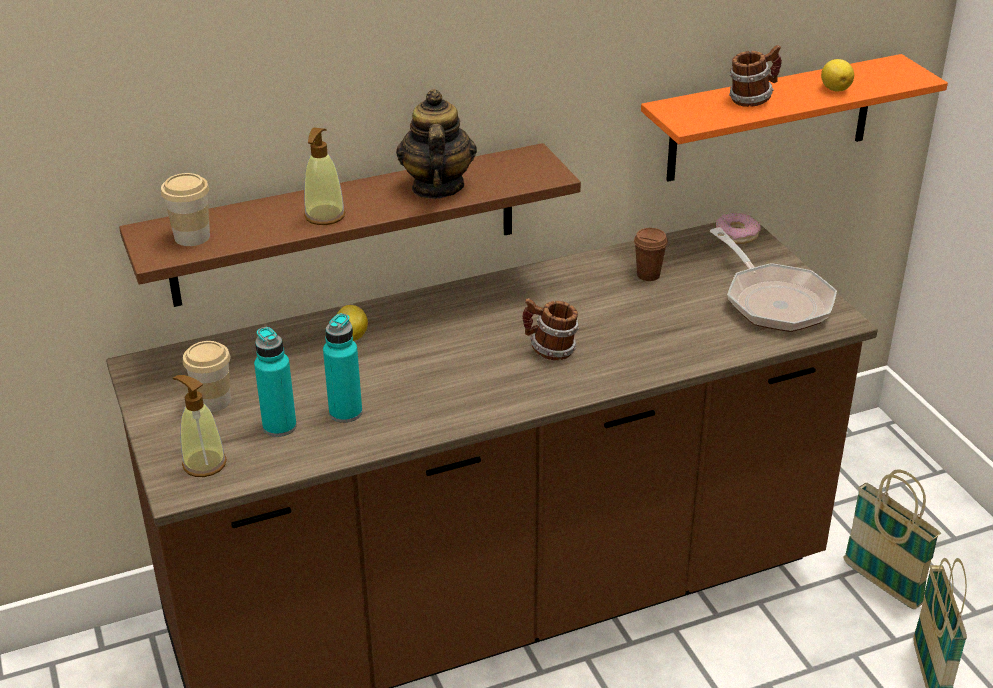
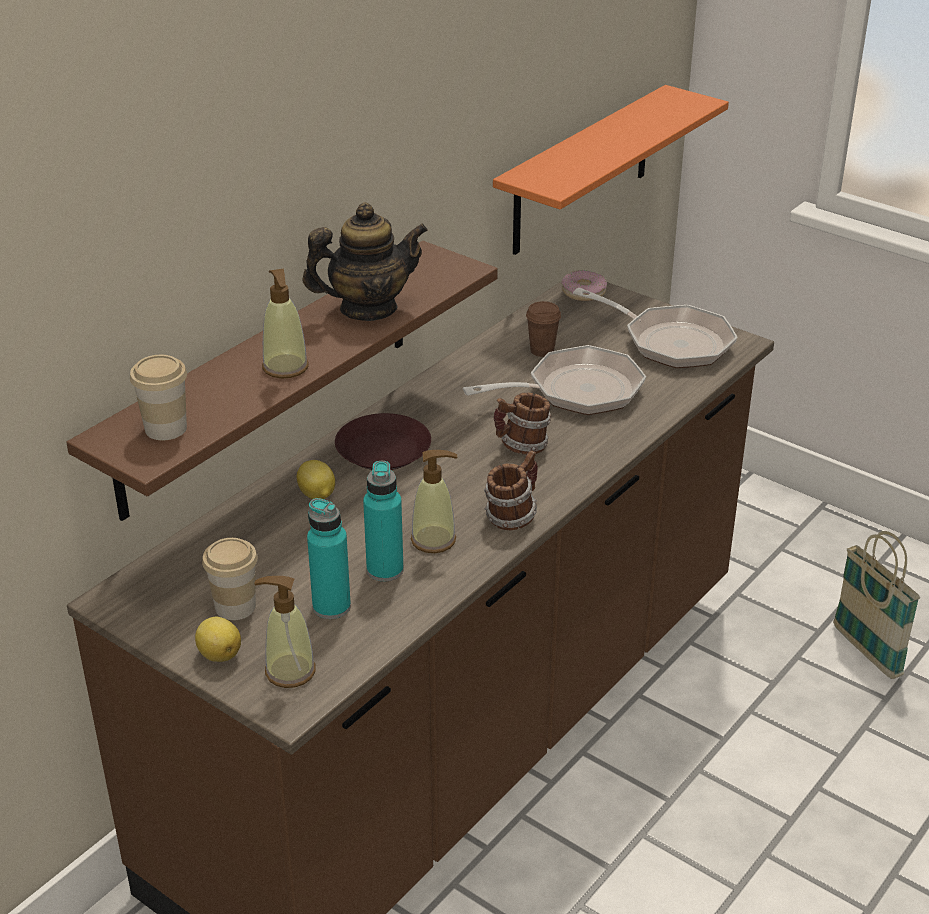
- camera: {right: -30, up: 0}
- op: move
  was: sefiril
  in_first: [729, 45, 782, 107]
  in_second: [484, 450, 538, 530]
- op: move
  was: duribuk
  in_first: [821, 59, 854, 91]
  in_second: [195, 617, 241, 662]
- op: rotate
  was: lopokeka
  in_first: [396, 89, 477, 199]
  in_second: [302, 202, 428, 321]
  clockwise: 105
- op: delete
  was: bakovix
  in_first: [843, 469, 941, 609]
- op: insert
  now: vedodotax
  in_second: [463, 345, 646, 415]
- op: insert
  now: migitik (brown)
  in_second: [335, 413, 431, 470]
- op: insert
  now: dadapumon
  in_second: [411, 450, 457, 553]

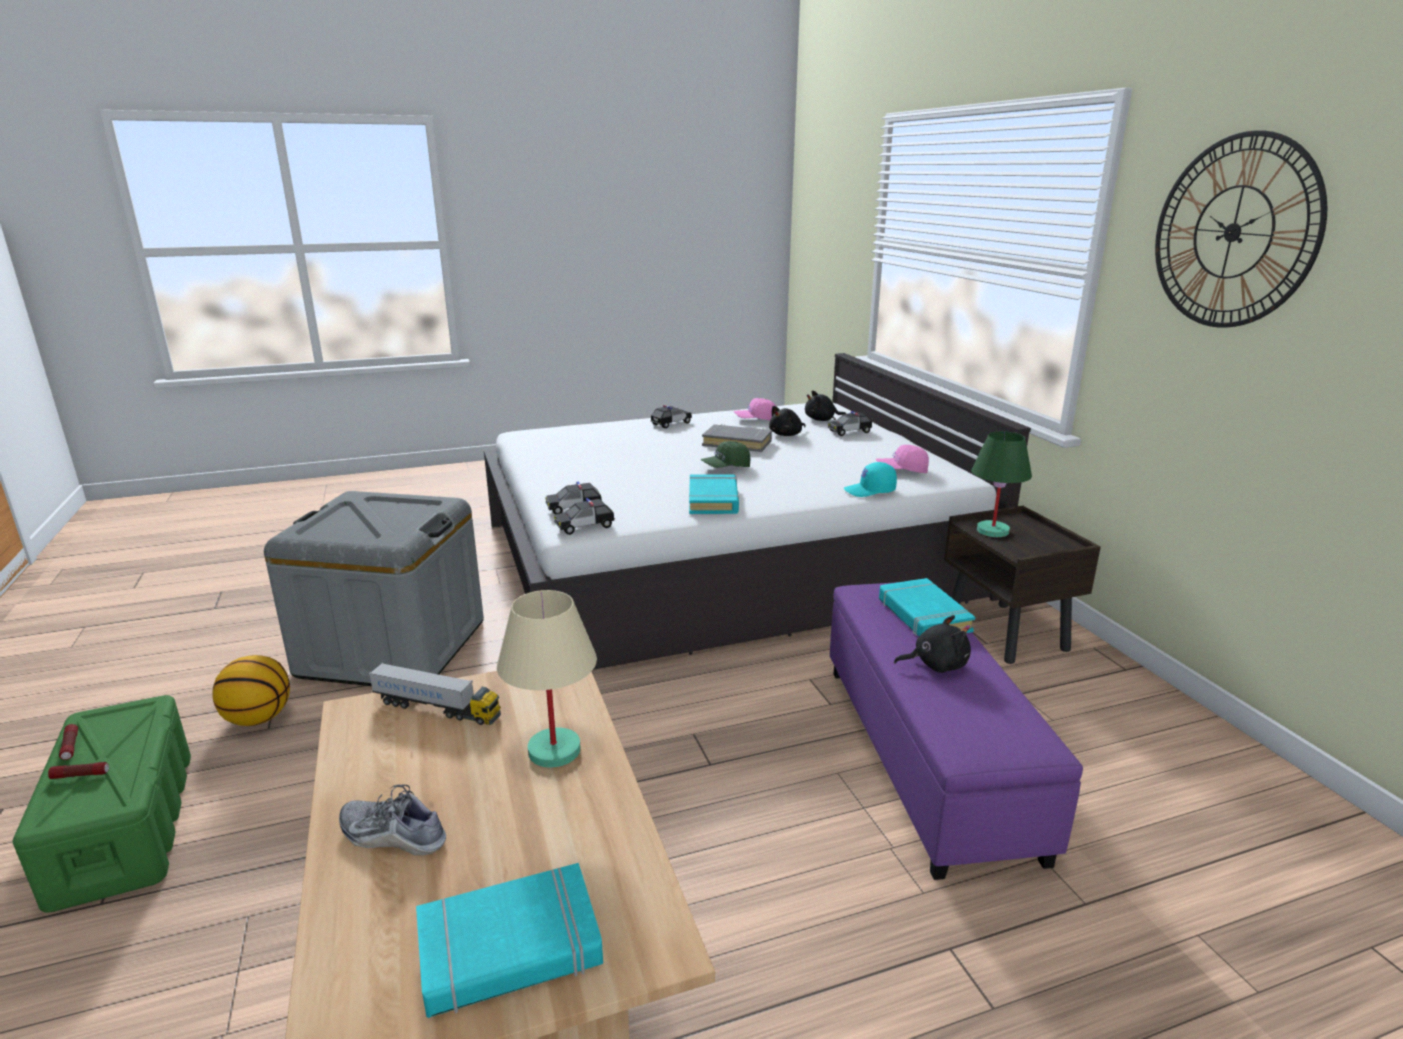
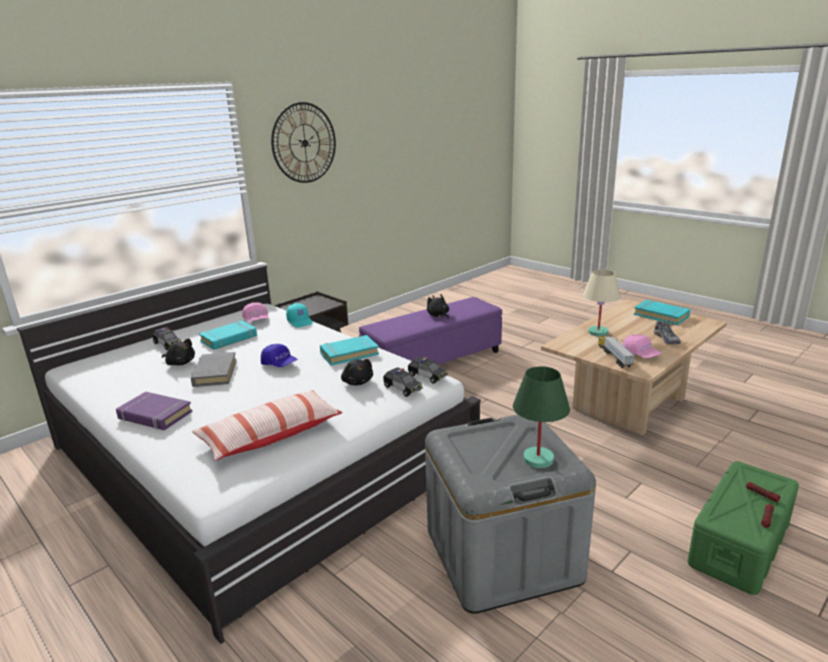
- camera: {right: -115, up: 0}
- op: move
  was: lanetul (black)
  in_first: [805, 391, 846, 421]
  in_second: [341, 359, 373, 385]
- op: move
  was: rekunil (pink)
  in_first: [734, 398, 776, 420]
  in_second: [622, 334, 662, 358]
- op: replace
  was: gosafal
  now: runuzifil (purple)
  in_first: [651, 405, 692, 429]
  in_second: [116, 392, 192, 430]
- op: move
  was: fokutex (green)
  in_first: [971, 431, 1032, 537]
  in_second: [513, 366, 570, 468]
- op: recolor
  was: rekunil (green)
  now: rekunil (blue)
  in_first: [700, 441, 750, 468]
  in_second: [261, 344, 298, 367]
- op: move
  was: runuzifil (turquoise)
  in_first: [879, 578, 975, 636]
  in_second: [199, 321, 257, 350]
- op: delete
  was: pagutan
  in_first: [213, 655, 290, 726]
- op: insert
  now: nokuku
  in_second: [192, 390, 342, 461]

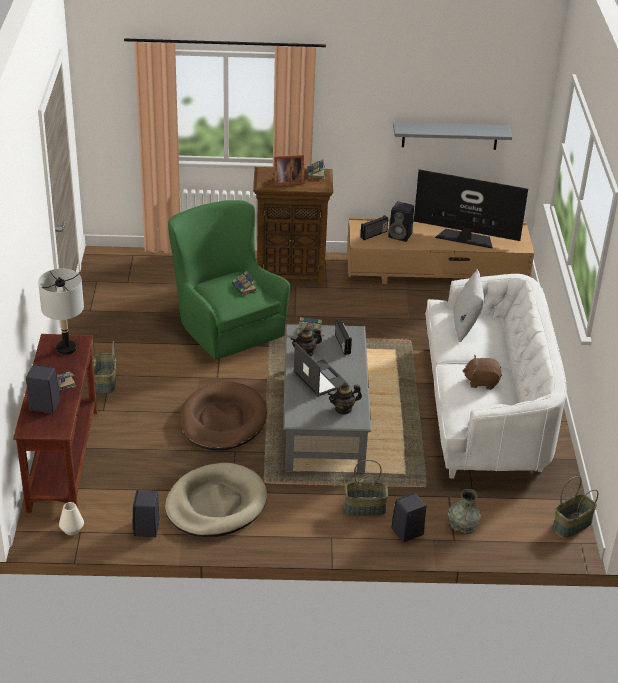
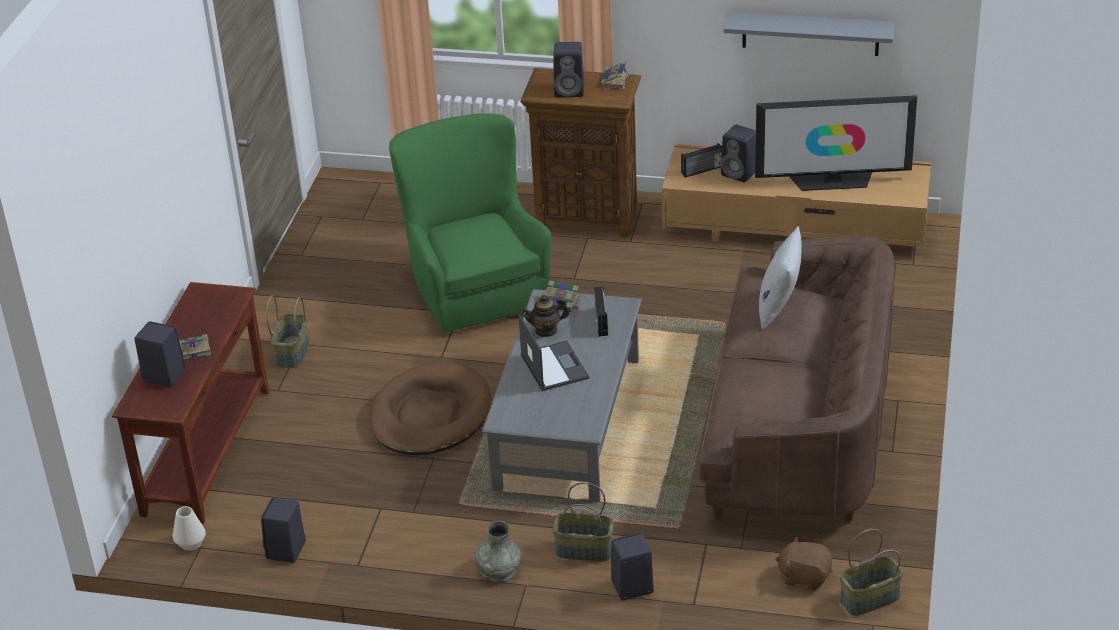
- camera: {right: 15, up: 0}
- op: replace
  was: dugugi
  now: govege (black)
  in_first: [274, 155, 304, 186]
  in_second: [553, 42, 584, 97]
- op: rotate
  was: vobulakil
  in_first: [414, 169, 528, 249]
  in_second: [755, 95, 917, 191]
  clockwise: 150
- op: delete
  was: fokutex (grey)
  in_first: [38, 268, 84, 355]
- op: delete
  was: runuzifil
  in_first: [232, 271, 257, 295]
- op: recolor
  was: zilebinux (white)
  now: zilebinux (brown)
  in_first: [425, 273, 567, 479]
  in_second: [699, 236, 896, 522]
- op: move
  was: lanetul (brown)
  in_first: [462, 355, 502, 390]
  in_second: [775, 537, 832, 591]
- op: delete
  was: lopokeka
  in_first: [327, 383, 362, 414]
- op: delete
  was: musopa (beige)
  in_first: [165, 463, 267, 537]
- op: move
  was: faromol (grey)
  in_first: [448, 489, 481, 534]
  in_second: [475, 521, 521, 583]

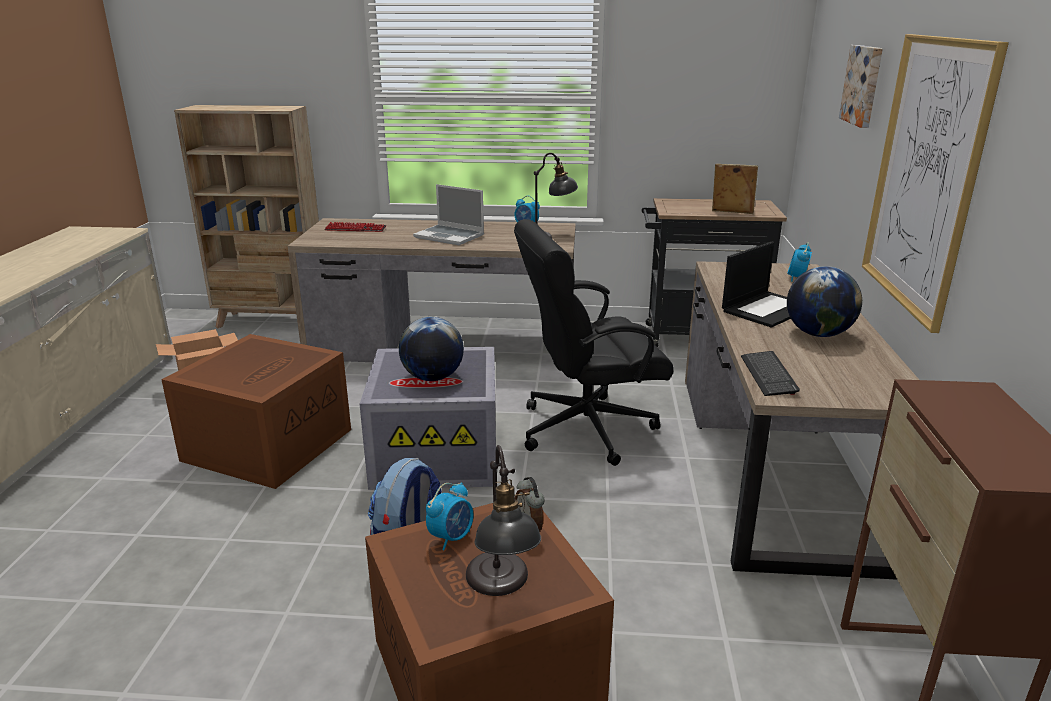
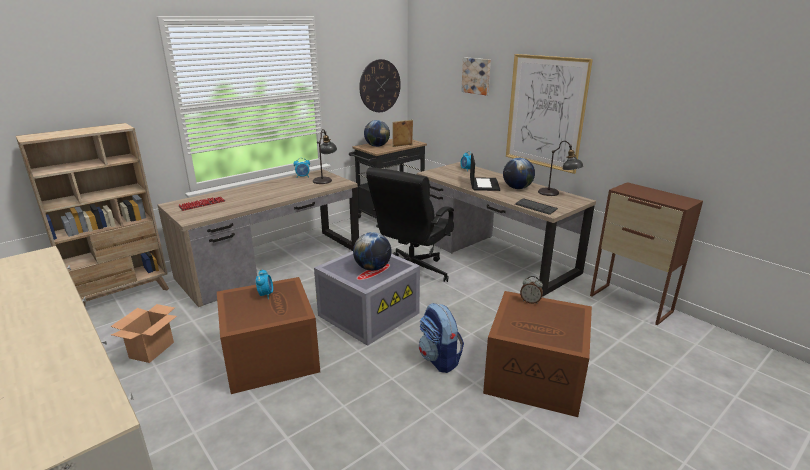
- camera: {right: -45, up: 0}
- op: delete
  was: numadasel
  in_first: [413, 184, 484, 245]
- op: move
  was: fokutex (grey)
  in_first: [466, 445, 541, 596]
  in_second: [538, 141, 583, 196]
- op: move
  was: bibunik
  in_first: [426, 482, 474, 551]
  in_second: [256, 269, 273, 299]
- op: insert
  now: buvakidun
  in_second: [359, 59, 401, 112]
- op: insert
  now: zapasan
  in_second: [364, 120, 390, 147]

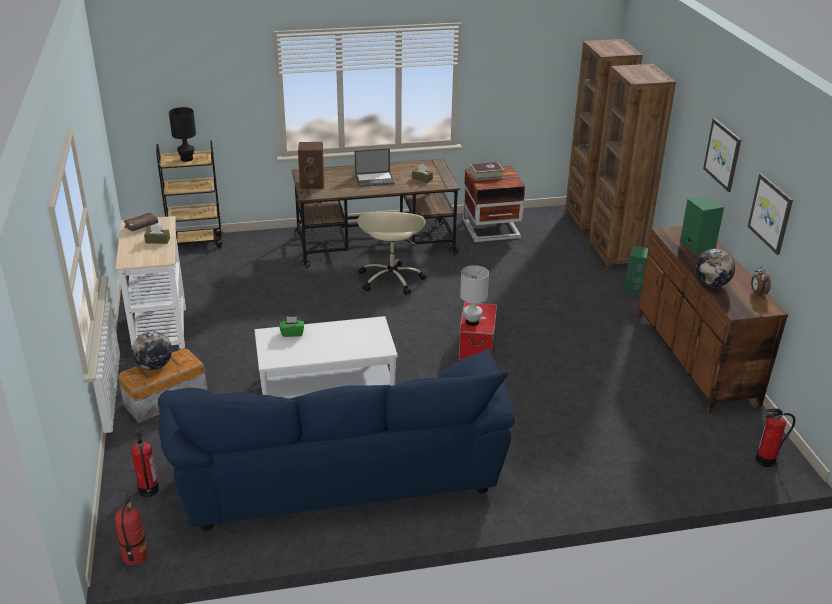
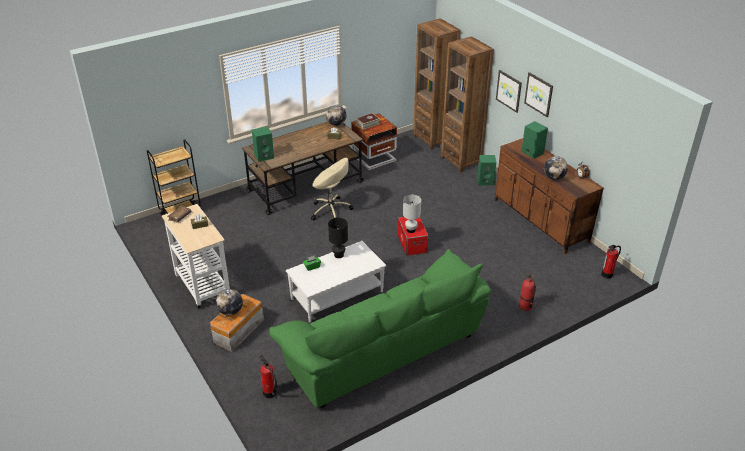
- camera: {right: -20, up: 5}
- op: move
  was: fokutex (black)
  in_first: [169, 107, 196, 162]
  in_second: [328, 218, 348, 258]
- op: recolor
  was: govege (brown)
  now: govege (green)
  in_first: [298, 142, 324, 189]
  in_second: [252, 126, 274, 162]
- op: delete
  was: numadasel
  in_first: [355, 148, 395, 187]
- op: move
  was: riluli
  in_first: [748, 174, 793, 255]
  in_second: [496, 70, 522, 113]
- op: rotate
  was: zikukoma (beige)
  in_first: [357, 212, 426, 294]
  in_second: [311, 158, 353, 221]
  clockwise: -45
- op: recolor
  was: zilebinux (blue)
  now: zilebinux (green)
  in_first: [158, 348, 515, 531]
  in_second: [269, 249, 491, 408]
- op: move
  was: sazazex
  in_first: [115, 490, 148, 566]
  in_second: [519, 270, 536, 311]
- op: insert
  now: zapasan
  in_second: [326, 105, 346, 126]

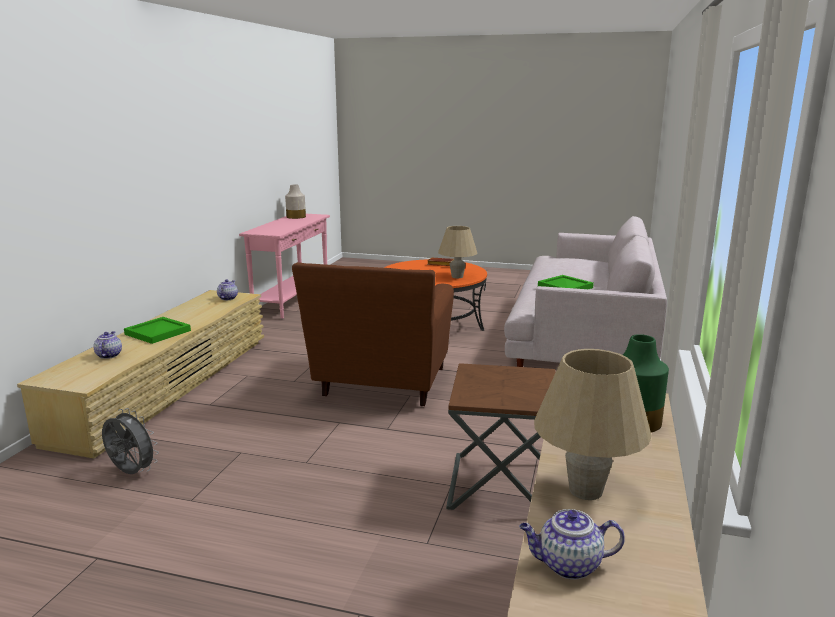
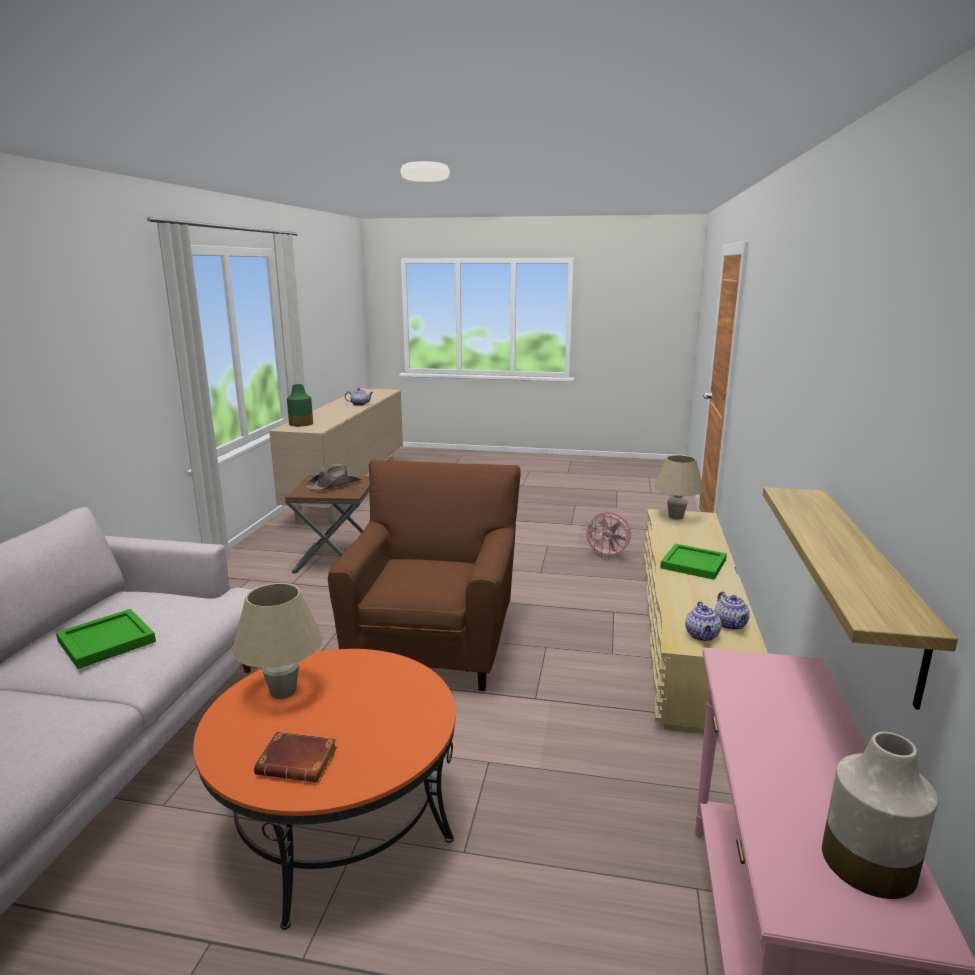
- camera: {right: 175, up: 0}
- op: move
  was: lopokeka
  in_first: [93, 331, 122, 359]
  in_second: [715, 592, 750, 630]
- op: move
  was: fokutex (beige)
  in_first: [534, 349, 652, 500]
  in_second: [654, 455, 704, 520]
- op: recolor
  was: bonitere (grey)
  now: bonitere (pink)
  in_first: [102, 408, 159, 474]
  in_second: [583, 512, 632, 560]
- op: insert
  now: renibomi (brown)
  in_second: [306, 464, 361, 490]
- op: insert
  now: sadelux
  in_second: [763, 487, 958, 710]

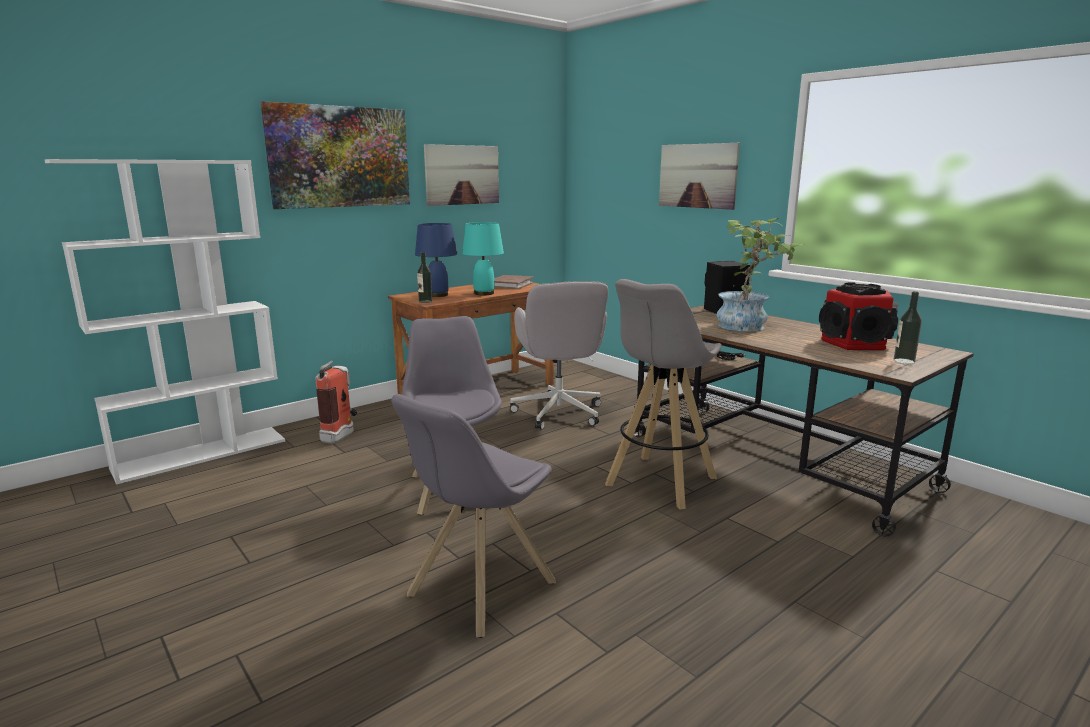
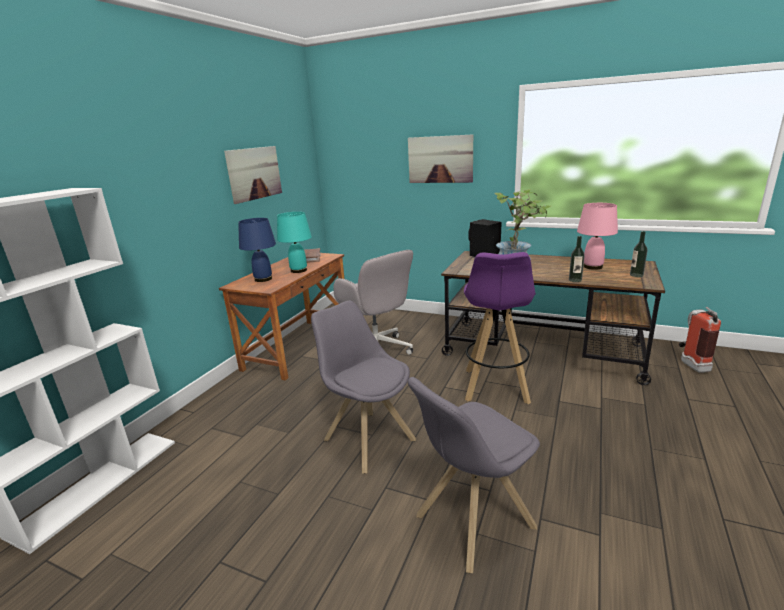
- camera: {right: -25, up: 5}
- op: delete
  was: riluli
  in_first: [261, 101, 410, 209]
- op: move
  was: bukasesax
  in_first: [417, 252, 432, 303]
  in_second: [569, 236, 585, 282]
- op: recolor
  was: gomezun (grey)
  now: gomezun (purple)
  in_first: [605, 279, 722, 510]
  in_second: [464, 252, 536, 404]
- op: replace
  was: govege
  now: fokutex (pink)
  in_first: [819, 282, 898, 350]
  in_second: [577, 203, 618, 270]
- op: move
  was: sazazex
  in_first: [315, 360, 357, 444]
  in_second: [679, 307, 721, 373]
- op: rotate
  was: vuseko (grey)
  in_first: [391, 394, 556, 638]
  in_second: [408, 377, 540, 573]
  clockwise: 45

